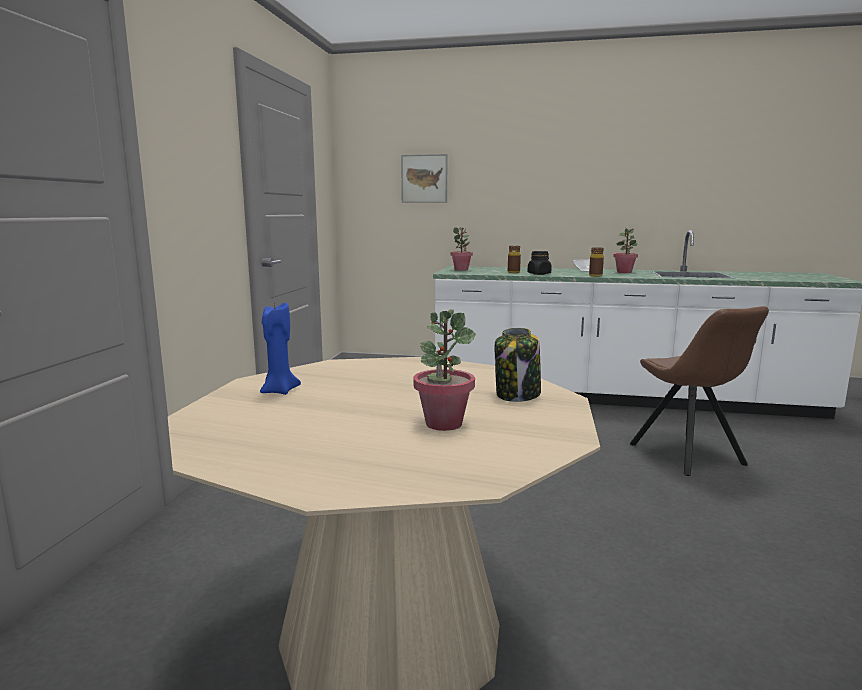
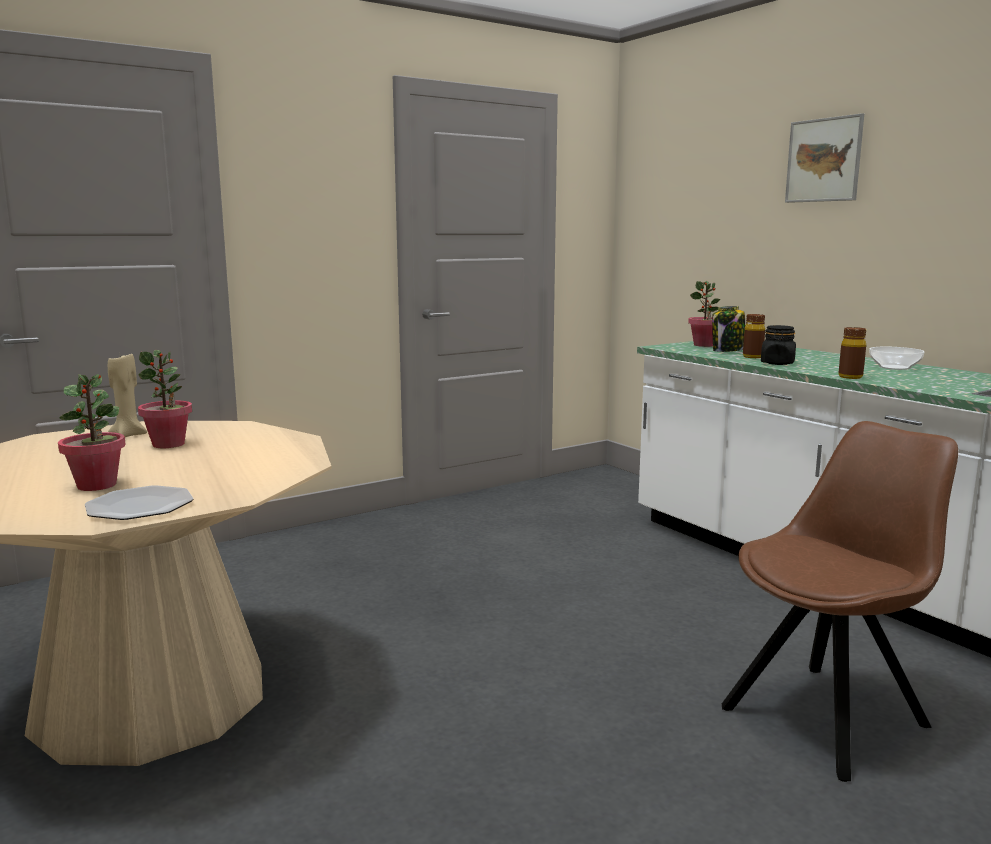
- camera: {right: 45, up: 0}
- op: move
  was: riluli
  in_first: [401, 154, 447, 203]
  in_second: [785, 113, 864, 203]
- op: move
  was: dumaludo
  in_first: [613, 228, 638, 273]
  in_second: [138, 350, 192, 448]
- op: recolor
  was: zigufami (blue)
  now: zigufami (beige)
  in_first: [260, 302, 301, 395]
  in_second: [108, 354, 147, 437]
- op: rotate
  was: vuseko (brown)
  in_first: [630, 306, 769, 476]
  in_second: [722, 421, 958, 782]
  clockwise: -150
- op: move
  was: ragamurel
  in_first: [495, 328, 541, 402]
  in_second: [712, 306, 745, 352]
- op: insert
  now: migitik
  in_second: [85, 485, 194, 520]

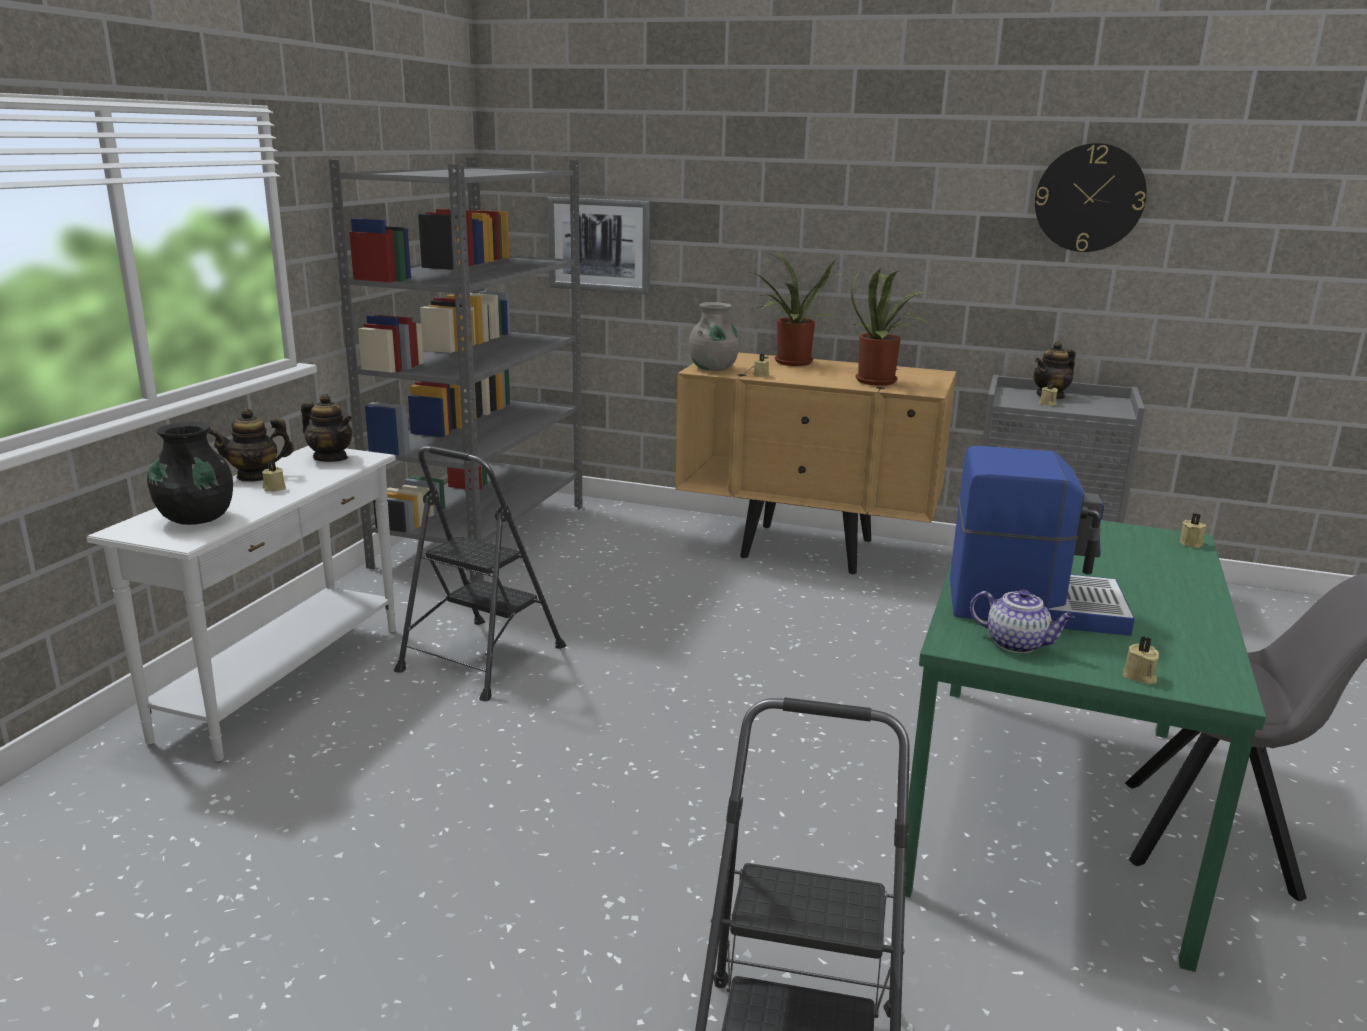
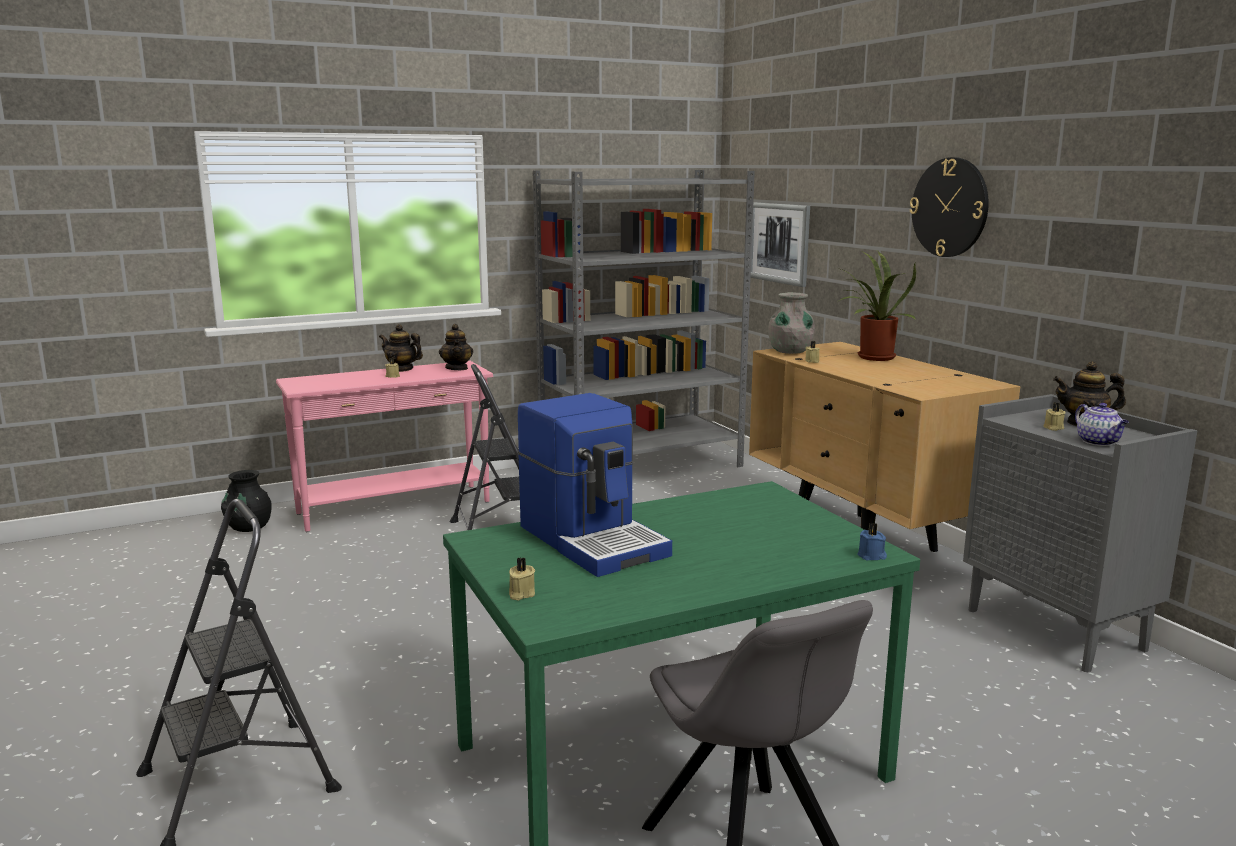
- camera: {right: 45, up: -5}
- op: move
  was: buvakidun
  in_first: [1035, 143, 1147, 252]
  in_second: [910, 157, 989, 257]
- op: delete
  was: dumaludo
  in_first: [851, 267, 928, 386]
- op: move
  was: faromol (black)
  in_first: [147, 421, 233, 525]
  in_second: [221, 470, 272, 532]
- op: recolor
  was: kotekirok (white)
  now: kotekirok (pink)
  in_first: [86, 446, 396, 763]
  in_second: [276, 361, 493, 532]
- op: recolor
  was: zigufami (beige)
  now: zigufami (blue)
  in_first: [1180, 513, 1206, 548]
  in_second: [857, 522, 887, 560]
- op: move
  was: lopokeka
  in_first: [970, 589, 1075, 653]
  in_second: [1075, 403, 1129, 446]

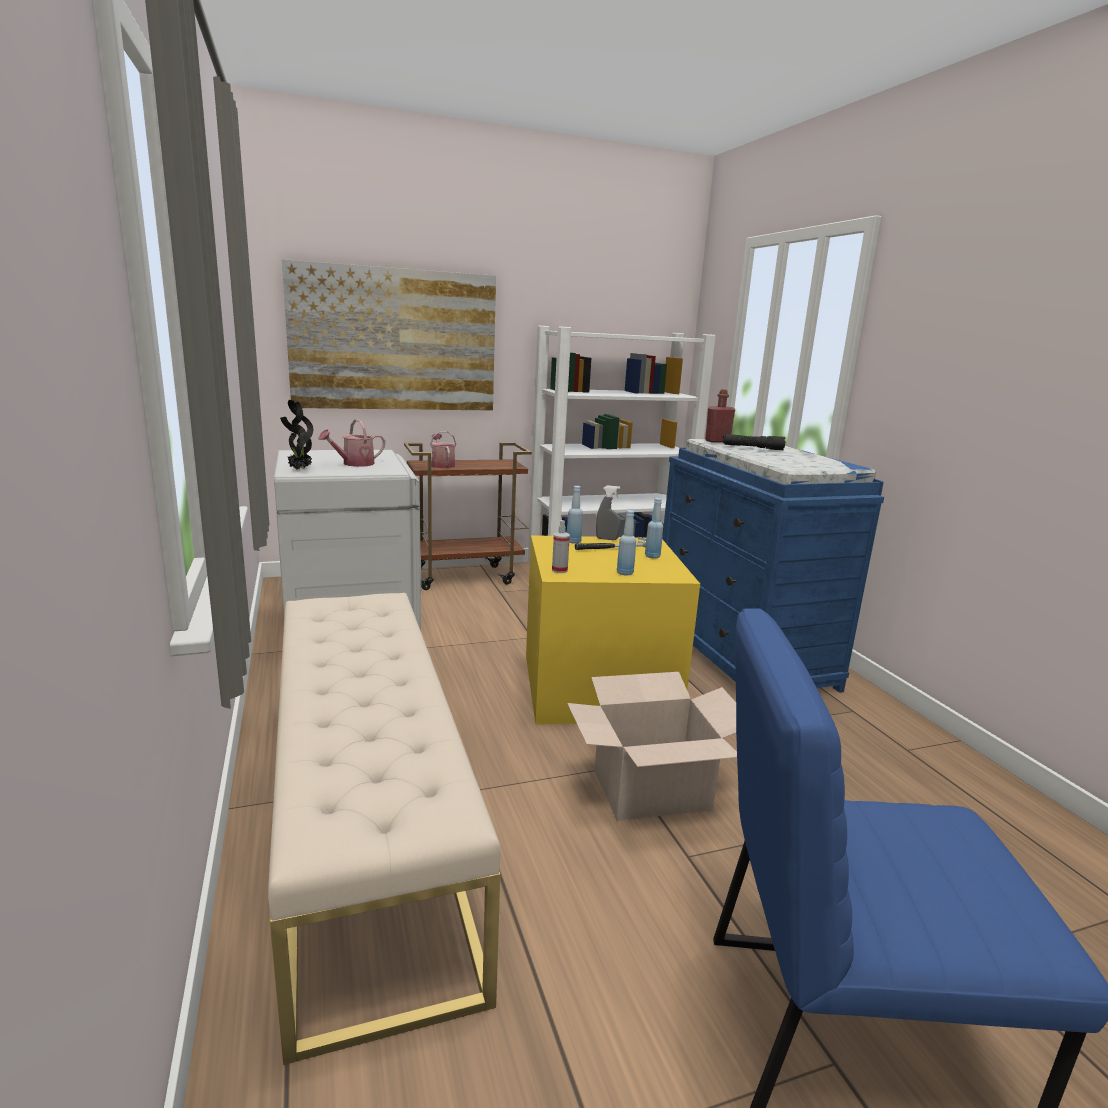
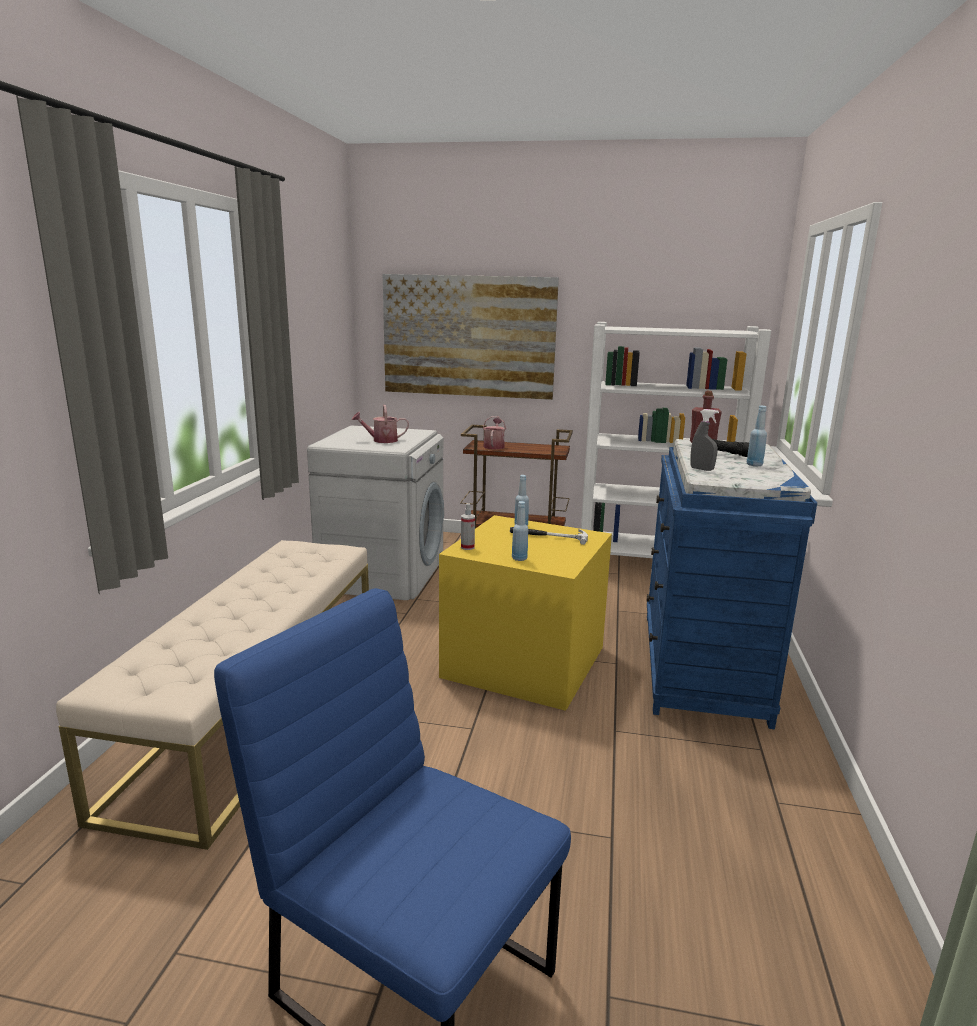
- camera: {right: 30, up: 0}
- op: delete
  was: dumaludo
  in_first: [280, 400, 313, 470]
- op: move
  was: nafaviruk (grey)
  in_first: [596, 485, 621, 540]
  in_second: [690, 409, 719, 471]
- op: move
  was: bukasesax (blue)
  in_first: [645, 498, 663, 558]
  in_second: [747, 406, 767, 466]
- op: delete
  was: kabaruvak
  in_first: [567, 672, 737, 821]

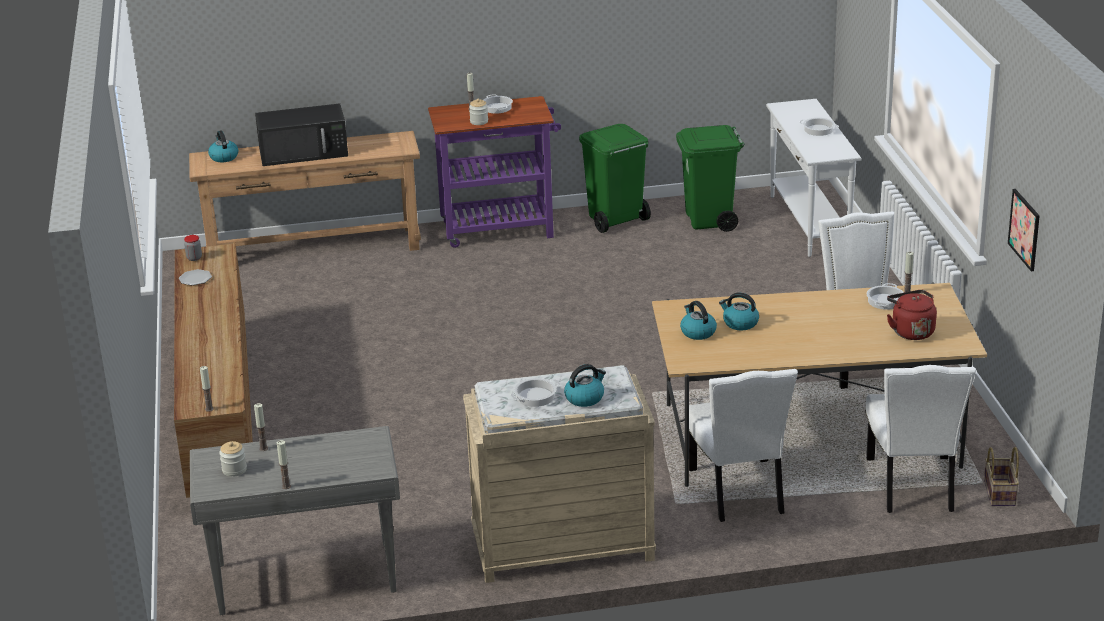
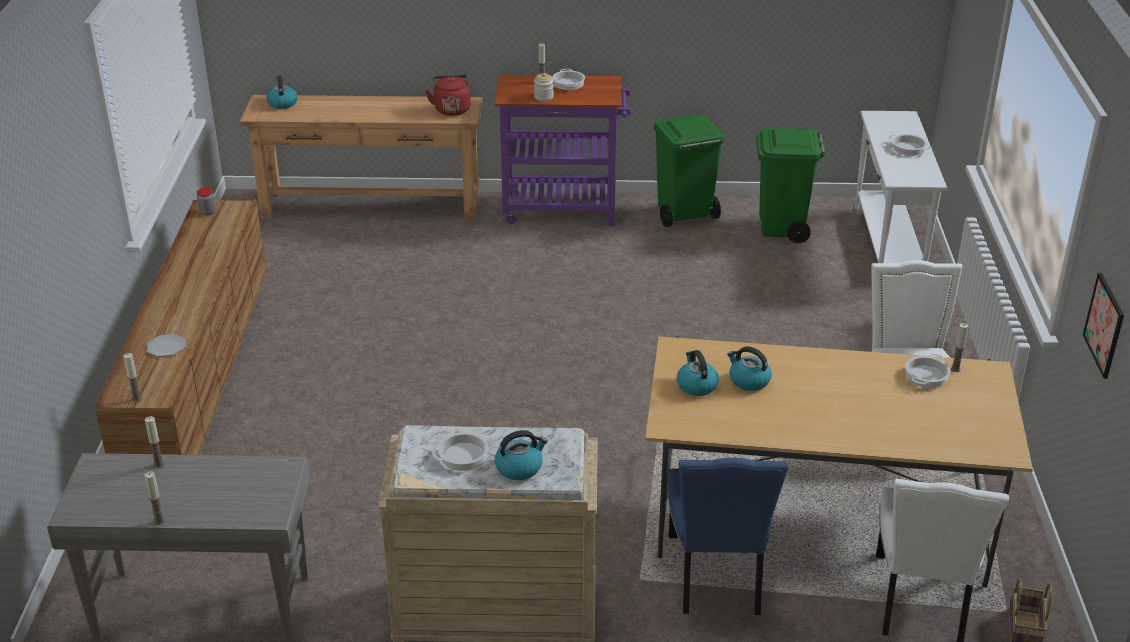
- camera: {right: 10, up: 5}
- op: delete
  was: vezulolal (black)
  in_first: [255, 103, 348, 166]
- op: move
  was: migitik
  in_first: [179, 269, 212, 286]
  in_second: [147, 334, 185, 357]
- op: move
  was: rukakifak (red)
  in_first: [887, 290, 937, 340]
  in_second: [425, 75, 471, 116]
- op: recolor
  was: vuseko (white)
  now: vuseko (blue)
  in_first: [689, 369, 798, 522]
  in_second: [667, 458, 789, 615]
- op: delete
  was: ragamurel
  in_first: [219, 441, 247, 477]

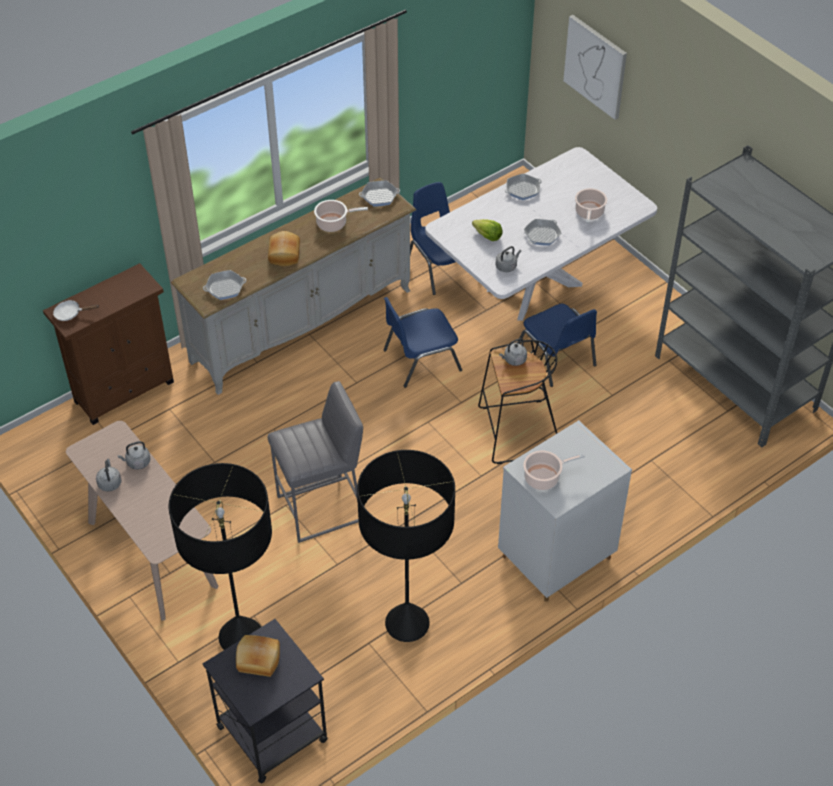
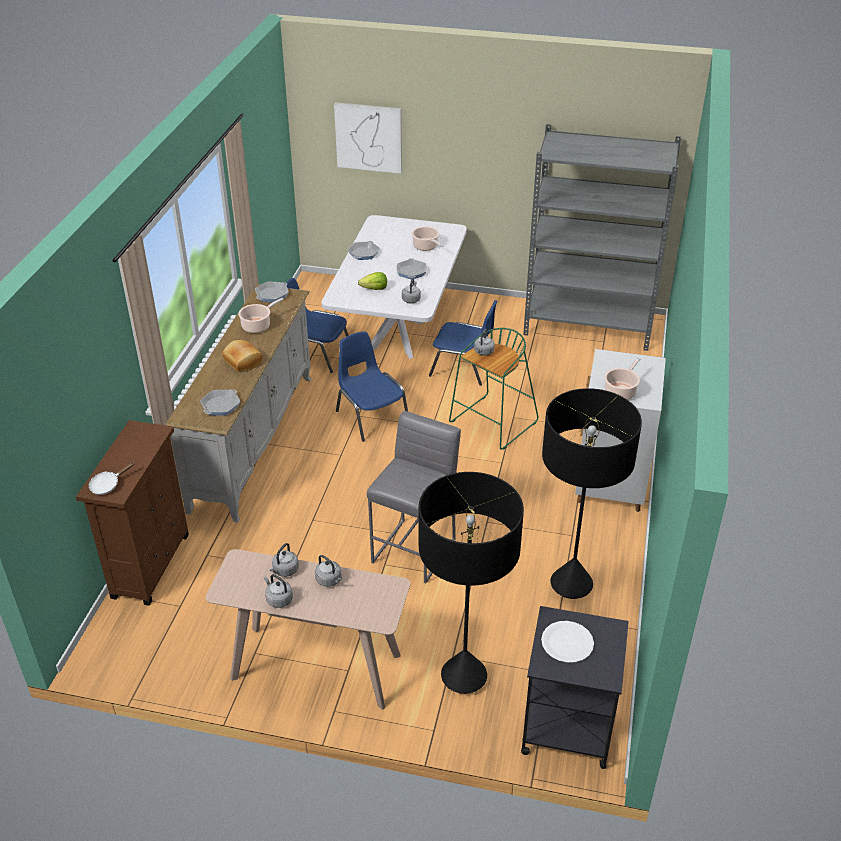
- camera: {right: -40, up: -10}
- op: rotate
  was: vuseko (blue)
  in_first: [383, 297, 462, 388]
  in_second: [336, 332, 408, 442]
  clockwise: 120
- op: recolor
  was: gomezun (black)
  now: gomezun (green)
  in_first: [478, 340, 557, 464]
  in_second: [449, 328, 538, 450]
- op: replace
  was: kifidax
  now: migitik (white)
  in_first: [236, 635, 280, 677]
  in_second: [541, 621, 594, 663]
- op: insert
  now: rukakifak (grey)
  in_second: [315, 555, 342, 587]

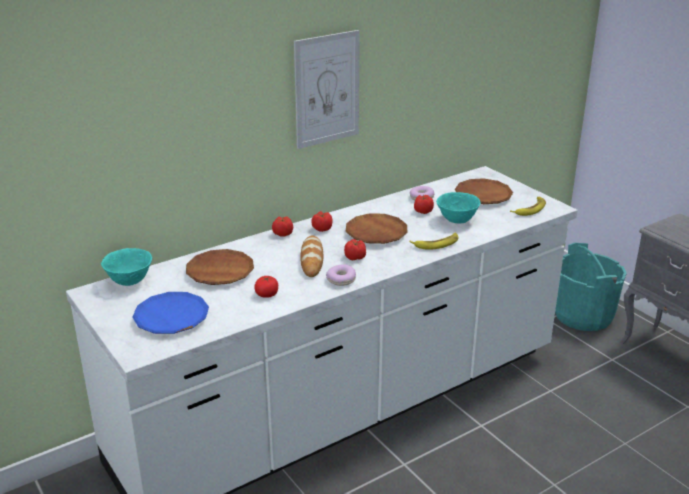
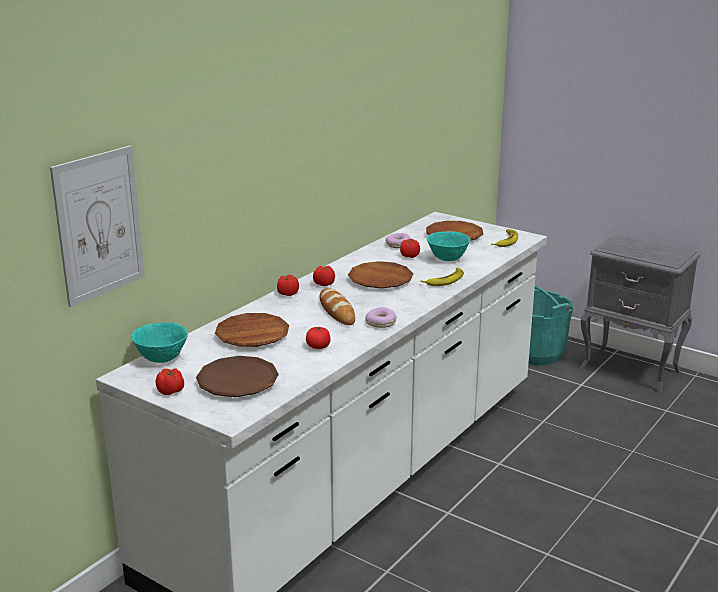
- camera: {right: -20, up: -5}
- op: move
  was: riluli
  in_first: [294, 30, 360, 149]
  in_second: [50, 146, 145, 308]
- op: move
  was: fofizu
  in_first: [344, 239, 366, 260]
  in_second: [156, 368, 184, 395]
- op: recolor
  was: migitik (blue)
  now: migitik (brown)
  in_first: [132, 292, 209, 334]
  in_second: [196, 356, 279, 397]

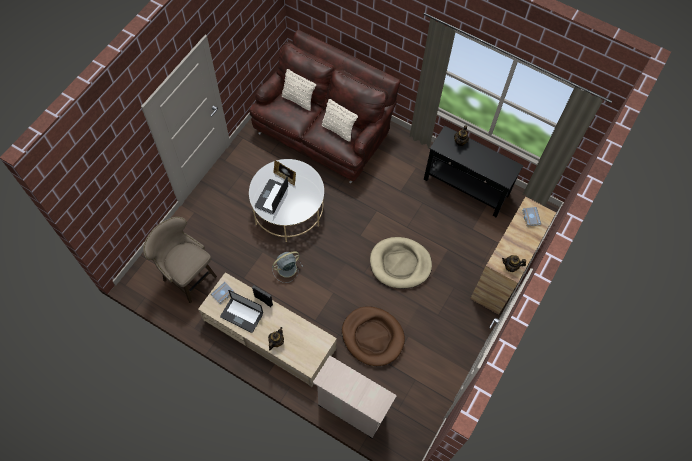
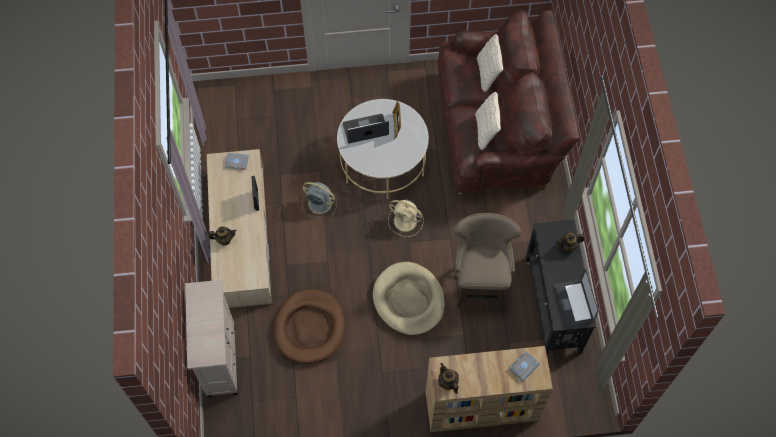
- camera: {right: 55, up: 0}
- op: move
  was: gomezun (beige)
  in_first: [143, 217, 217, 304]
  in_second: [454, 213, 521, 309]
- op: move
  was: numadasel
  in_first: [220, 290, 263, 333]
  in_second: [554, 269, 599, 327]
- op: insert
  now: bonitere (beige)
  in_second: [388, 199, 424, 237]

